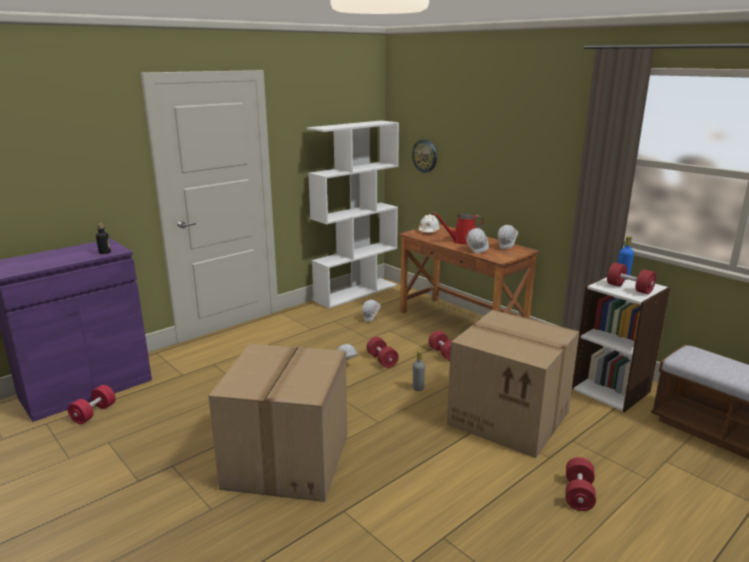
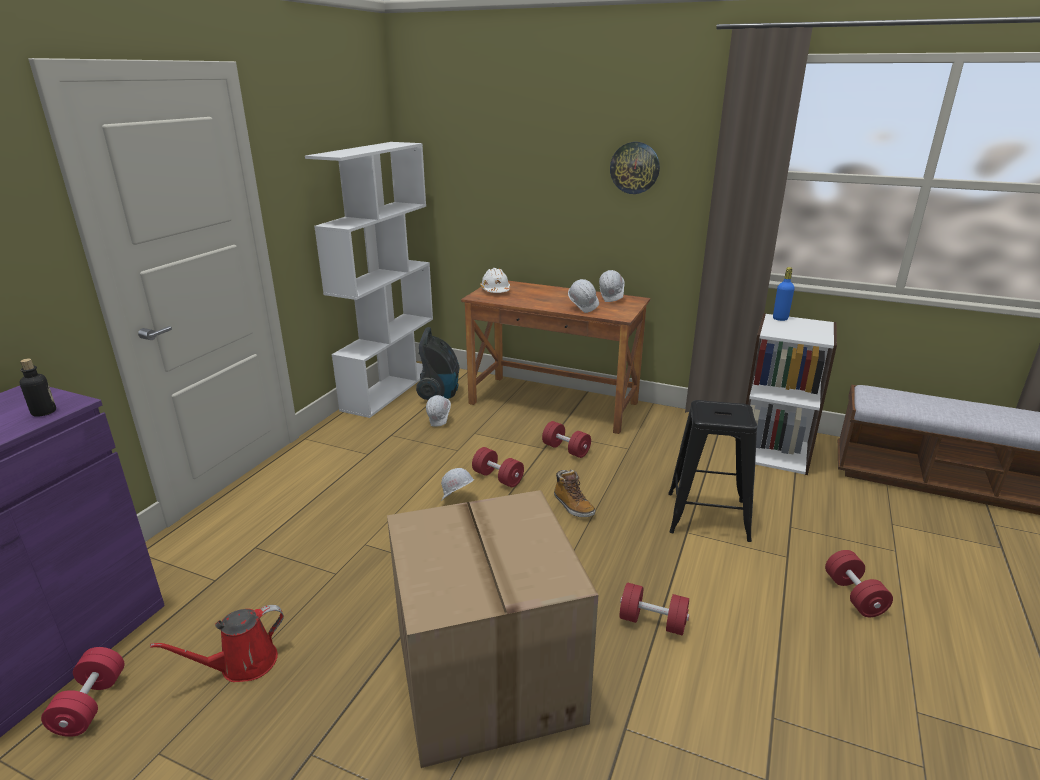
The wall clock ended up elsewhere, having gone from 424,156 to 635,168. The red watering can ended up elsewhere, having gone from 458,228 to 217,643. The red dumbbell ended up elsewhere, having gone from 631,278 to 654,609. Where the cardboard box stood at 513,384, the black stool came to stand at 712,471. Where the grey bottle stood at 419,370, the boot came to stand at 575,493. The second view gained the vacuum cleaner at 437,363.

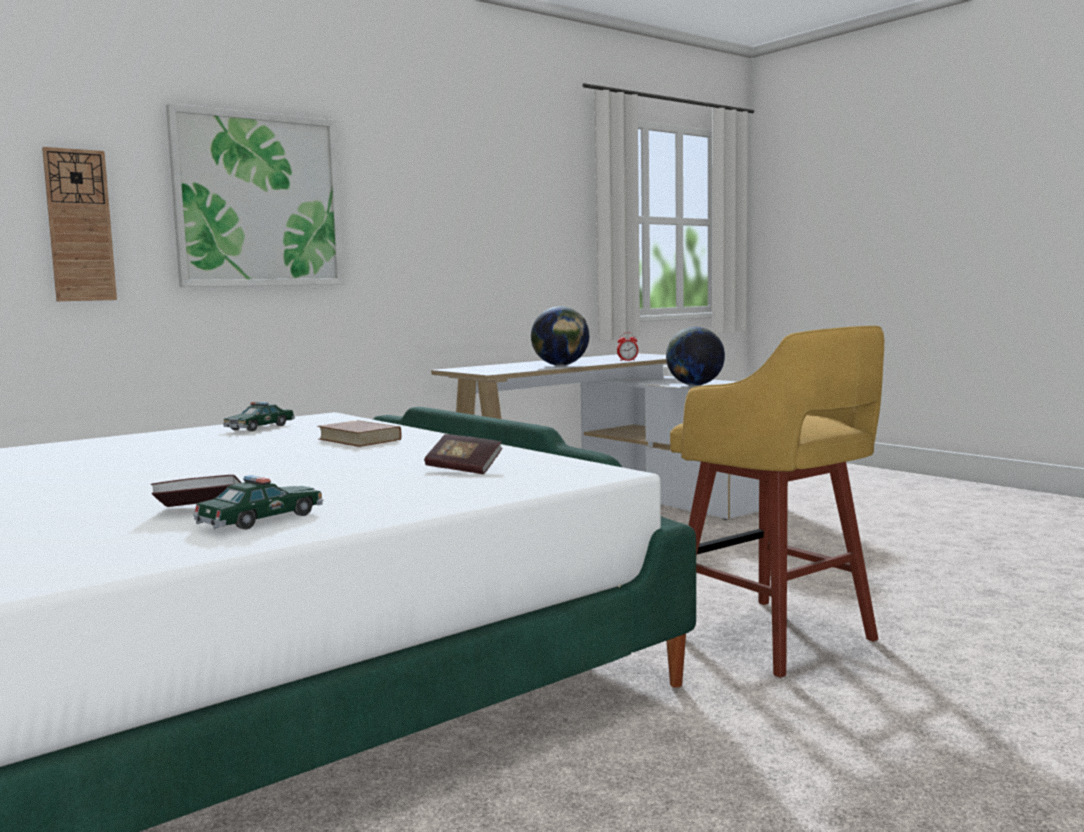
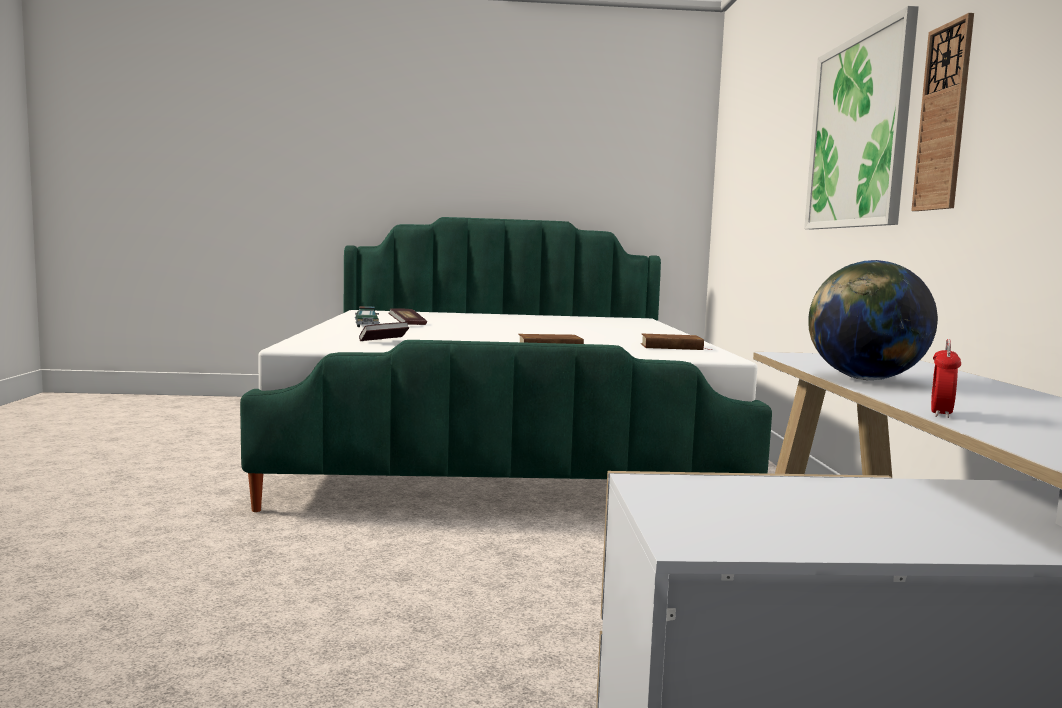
The wall clock ended up elsewhere, having gone from 79,224 to 942,112. The second view lost the yellow stool at 777,502. The second view lost the globe at 695,356. Where the toy car stood at 259,416, the brown book came to stand at 676,342.

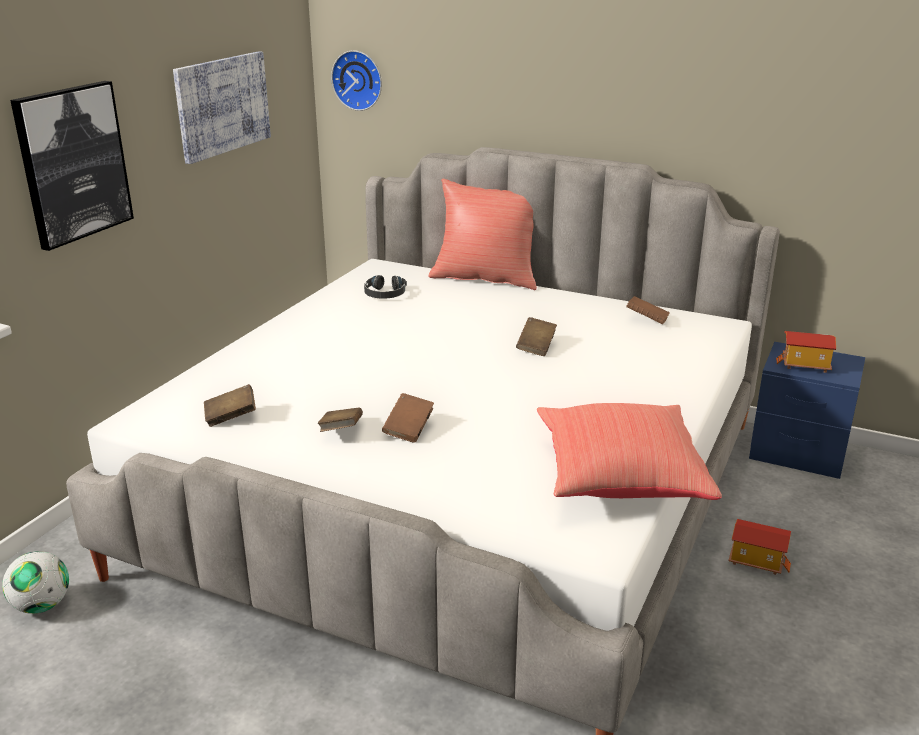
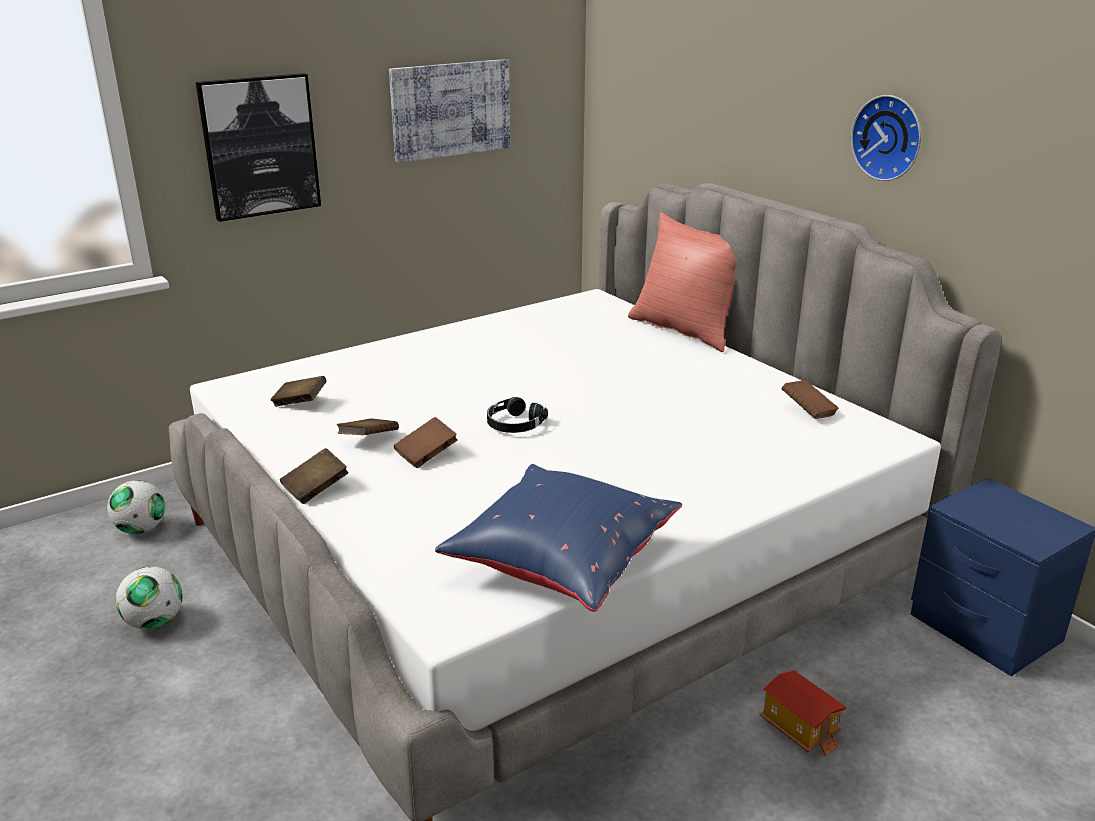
The wall clock ended up elsewhere, having gone from 356,80 to 886,138. The black headphones ended up elsewhere, having gone from 385,287 to 517,415. The brown book ended up elsewhere, having gone from 536,336 to 314,476. The second view lost the toy house at 806,352. What was the red pillow at 629,451 turned into the blue pillow at 558,538. The second view gained the football at 149,598.

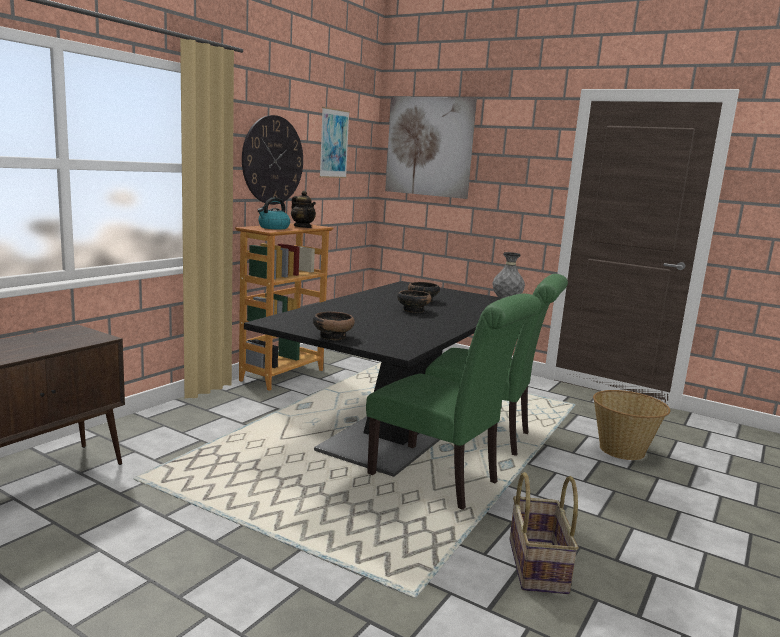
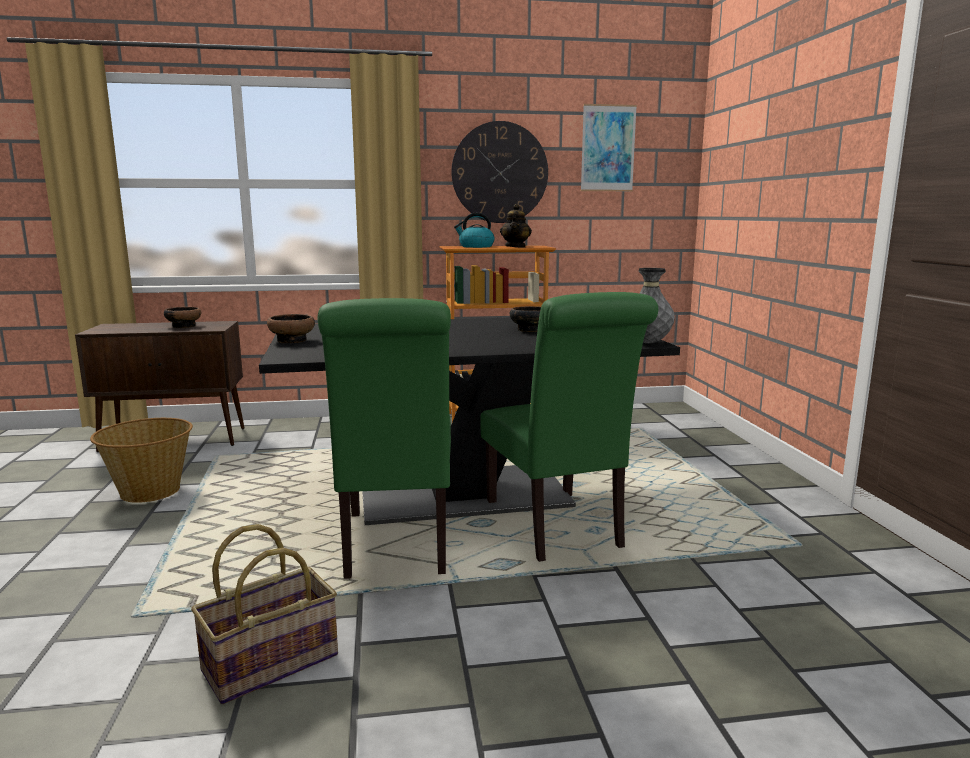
The second view lost the picture at 431,148. The bowl ended up elsewhere, having gone from 414,301 to 182,317. The basket ended up elsewhere, having gone from 631,425 to 141,460.

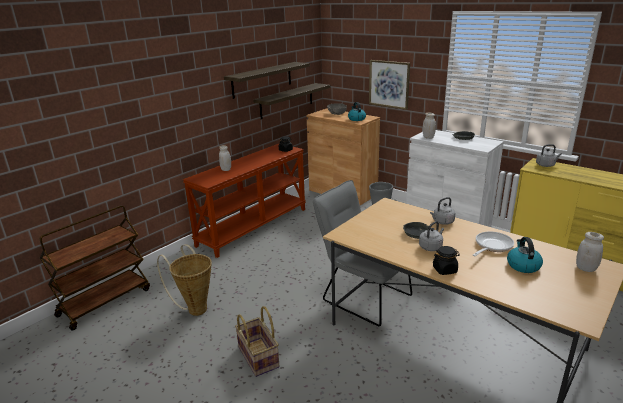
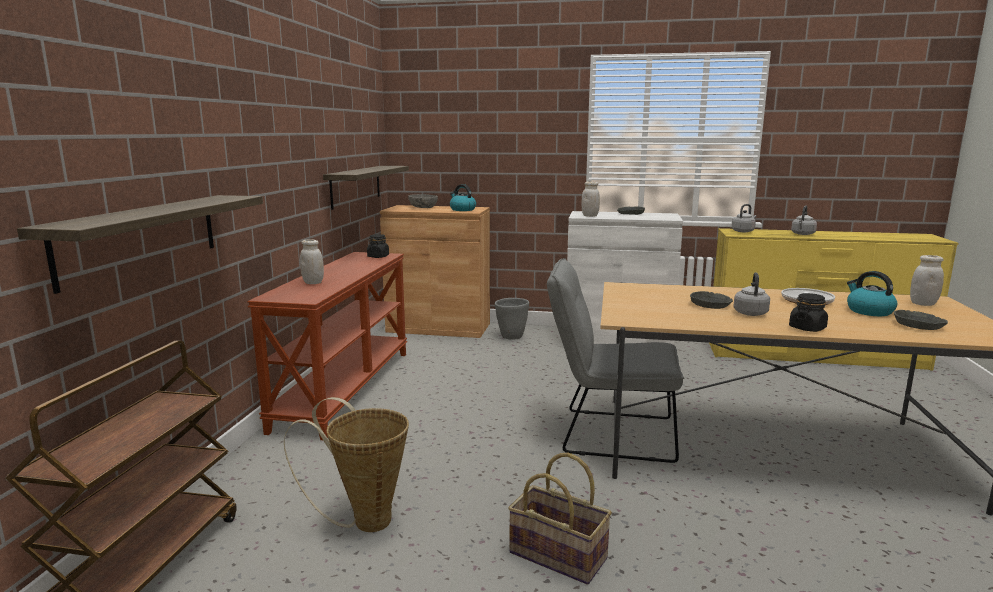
The second view lost the picture at 389,85. The shelf ended up elsewhere, having gone from 267,80 to 140,244. The grey kettle ended up elsewhere, having gone from 442,211 to 804,220. The second view gained the grey bowl at 921,320.

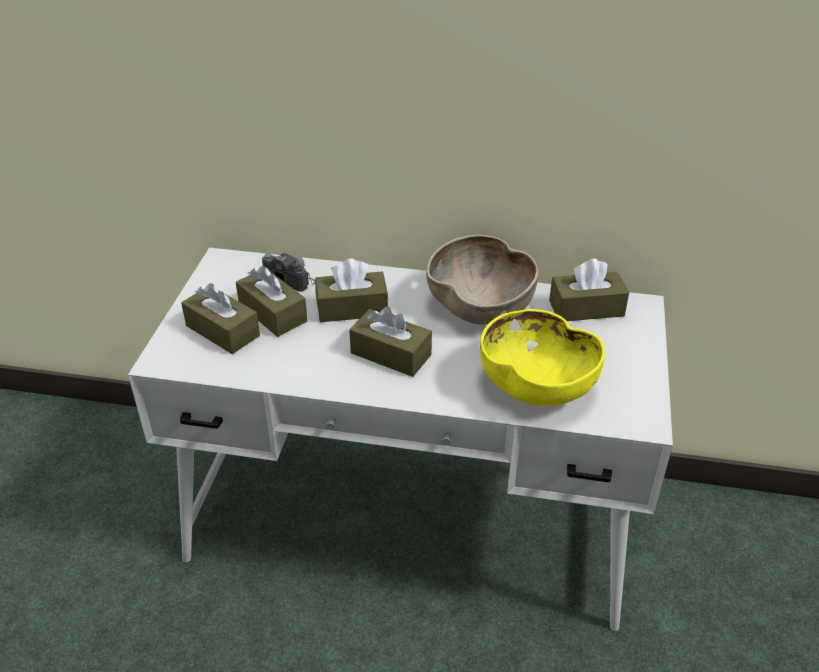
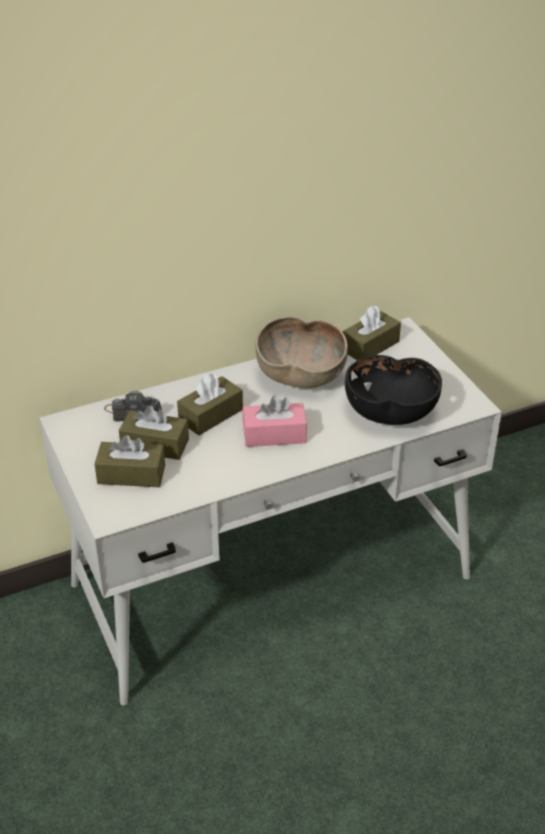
What was the brown tissue box at 390,341 turned into the pink tissue box at 274,421. What was the yellow bowl at 542,357 turned into the black bowl at 393,390.

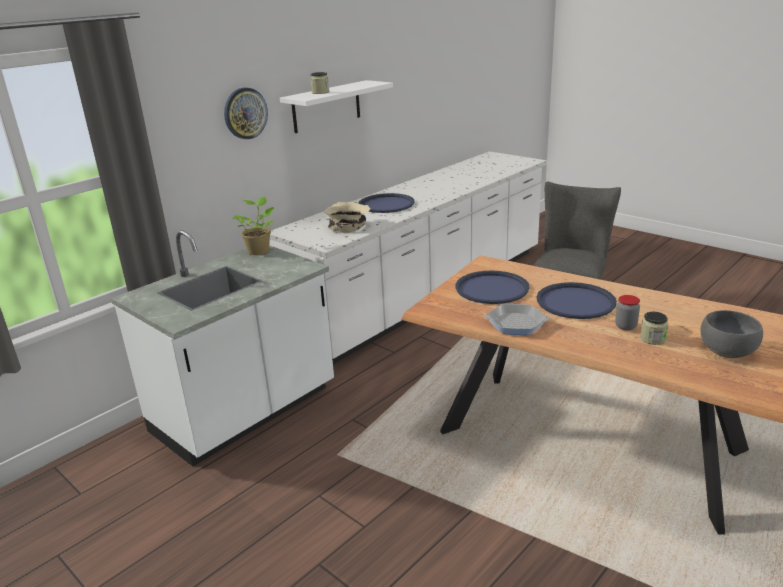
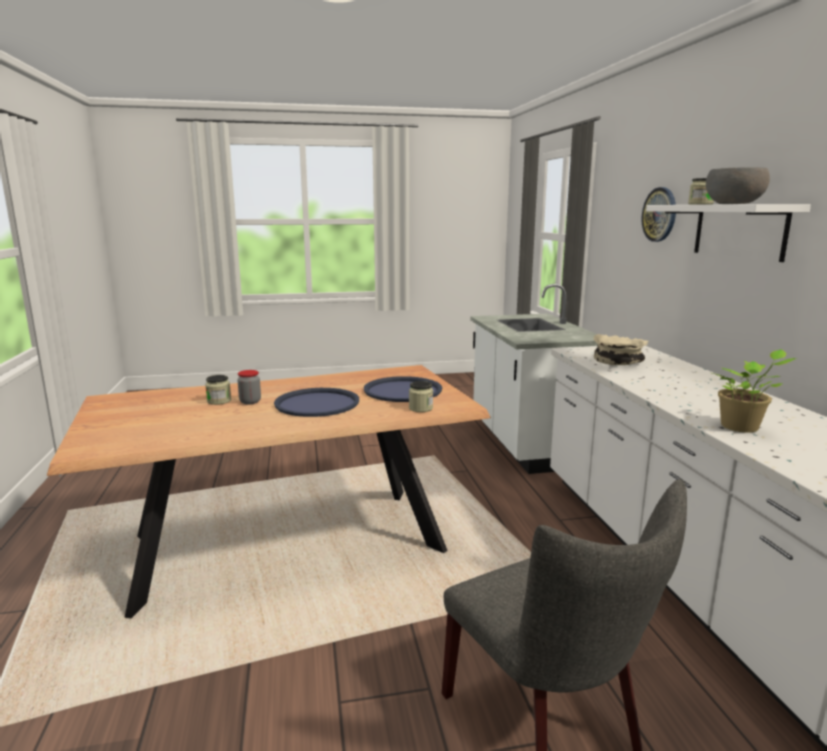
The second view lost the blue tray at 386,203. The potted plant ended up elsewhere, having gone from 252,226 to 754,391. The second view lost the frying pan at 517,319. The grey bowl ended up elsewhere, having gone from 731,334 to 738,185. The second view gained the jar at 421,396.

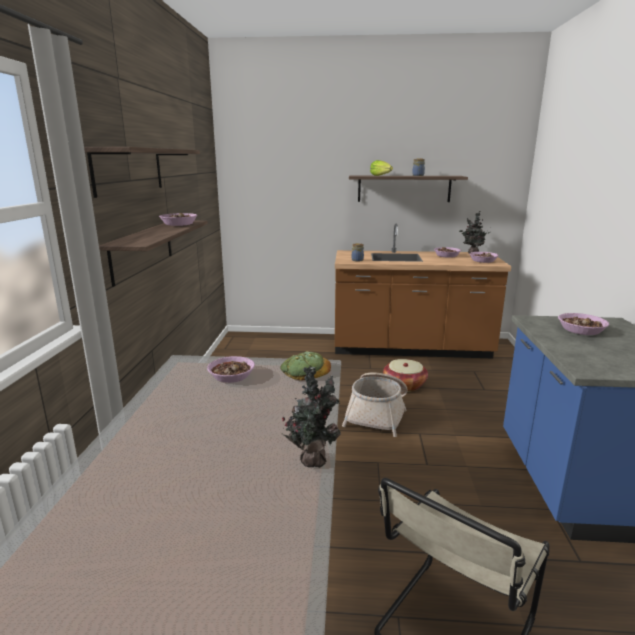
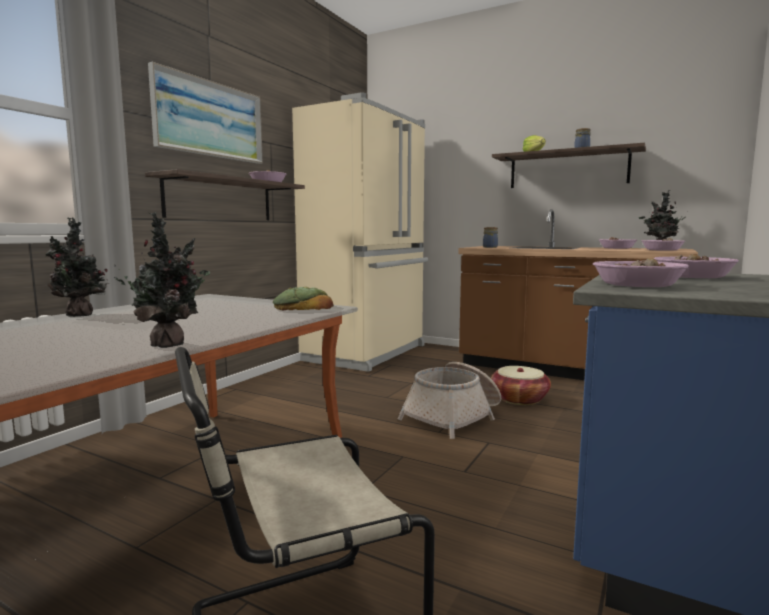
Where the shelf hung at 142,172, the picture came to hang at 205,113. The bowl ended up elsewhere, having gone from 231,369 to 641,272. The second view gained the beige fridge at 360,232. The second view gained the potted plant at 78,267.

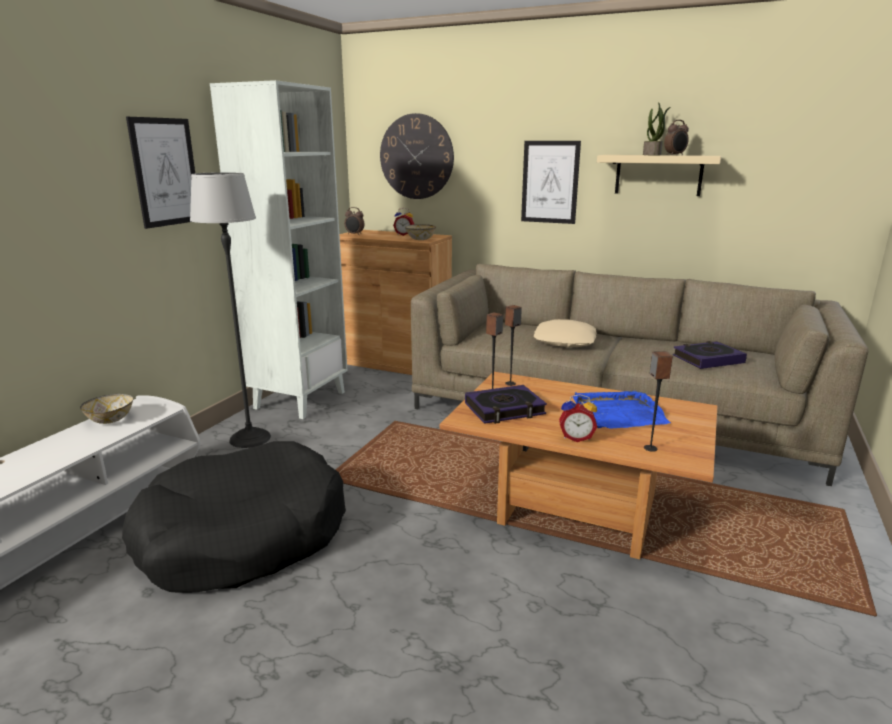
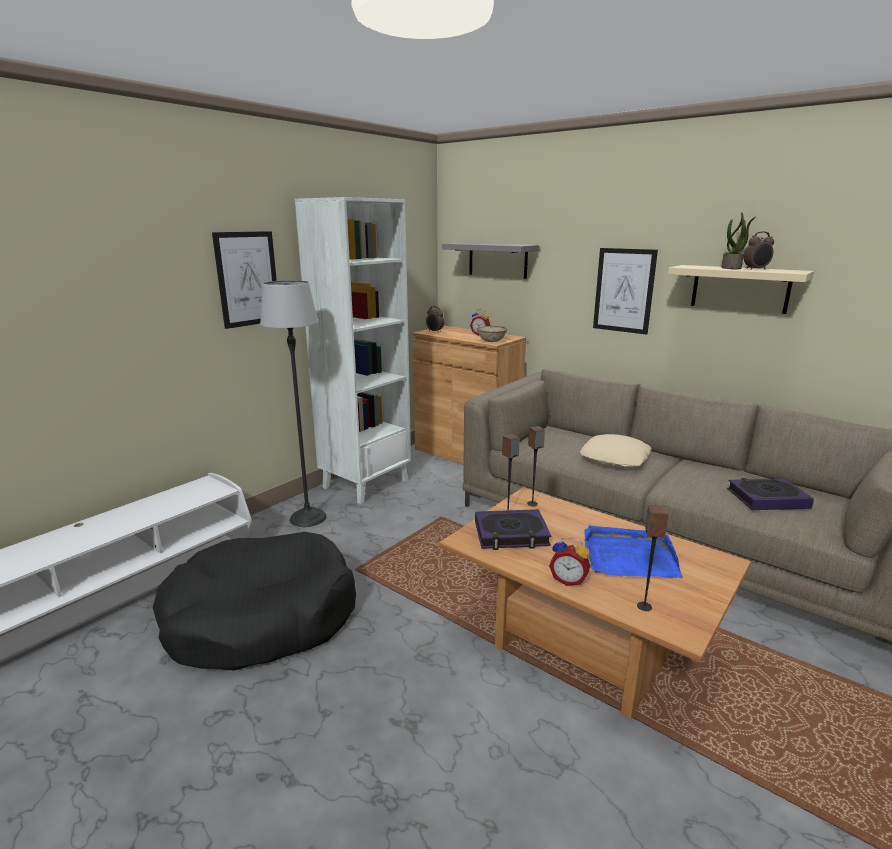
Where the wall clock hung at 417,156, the grey shelf came to hang at 490,261. The second view lost the bowl at 106,409.

